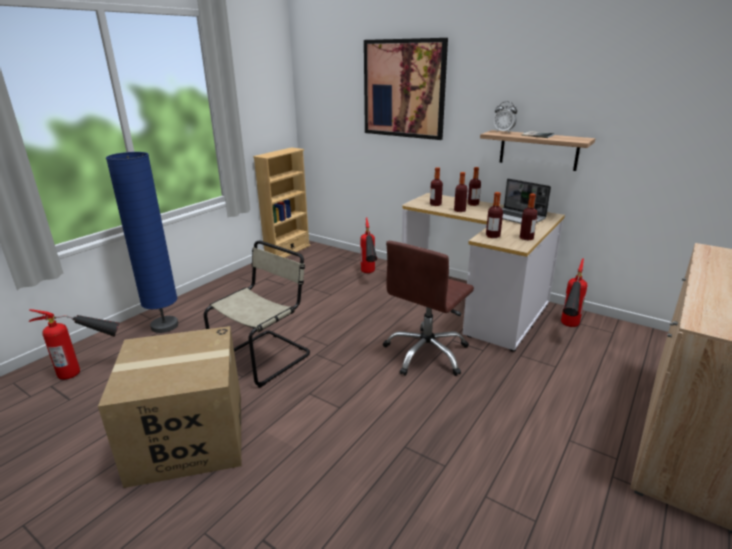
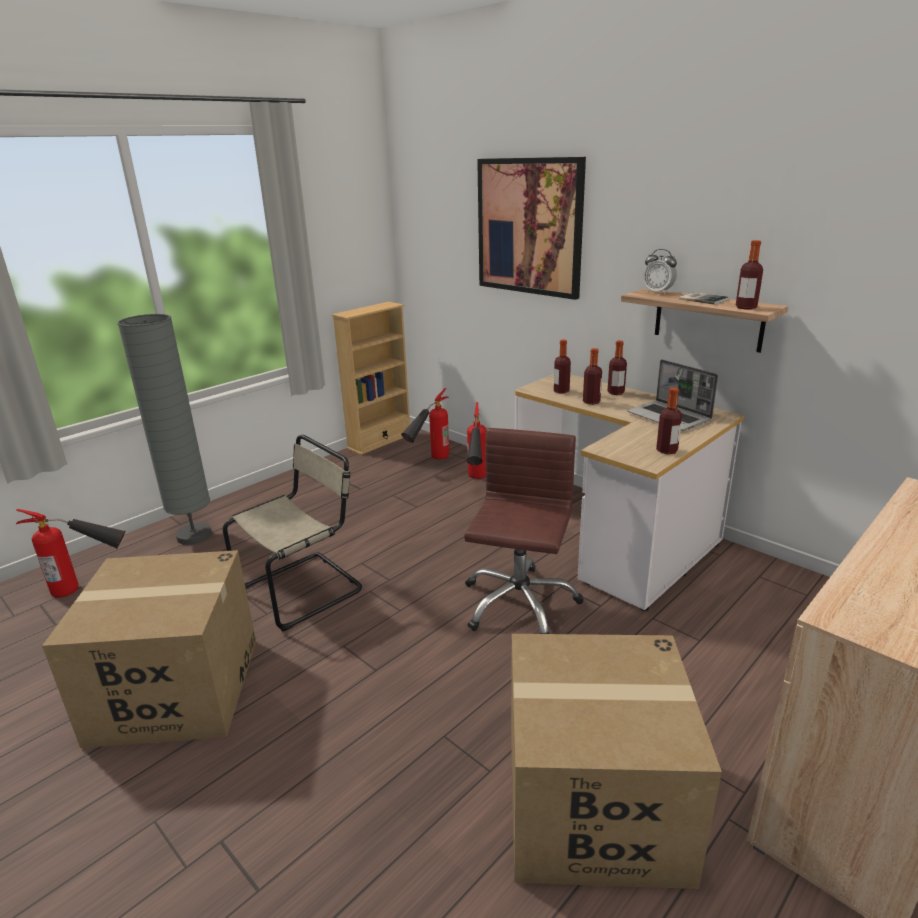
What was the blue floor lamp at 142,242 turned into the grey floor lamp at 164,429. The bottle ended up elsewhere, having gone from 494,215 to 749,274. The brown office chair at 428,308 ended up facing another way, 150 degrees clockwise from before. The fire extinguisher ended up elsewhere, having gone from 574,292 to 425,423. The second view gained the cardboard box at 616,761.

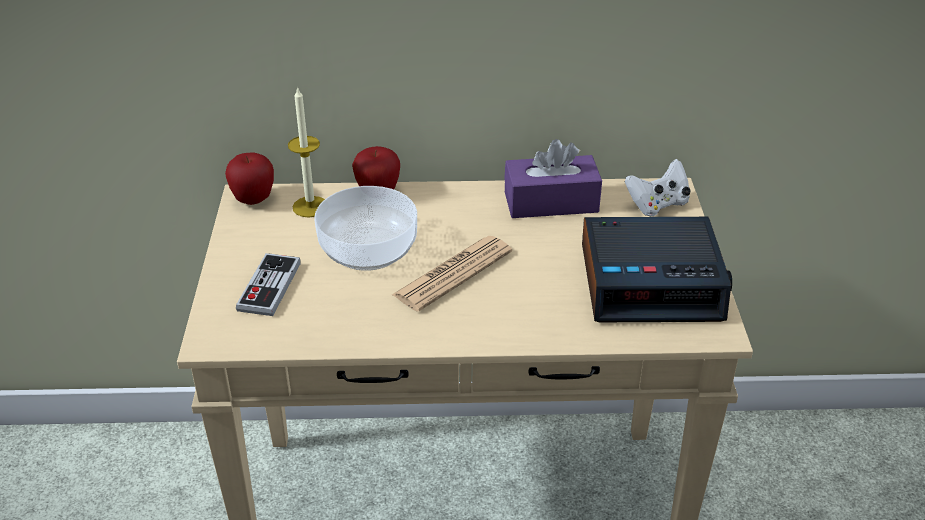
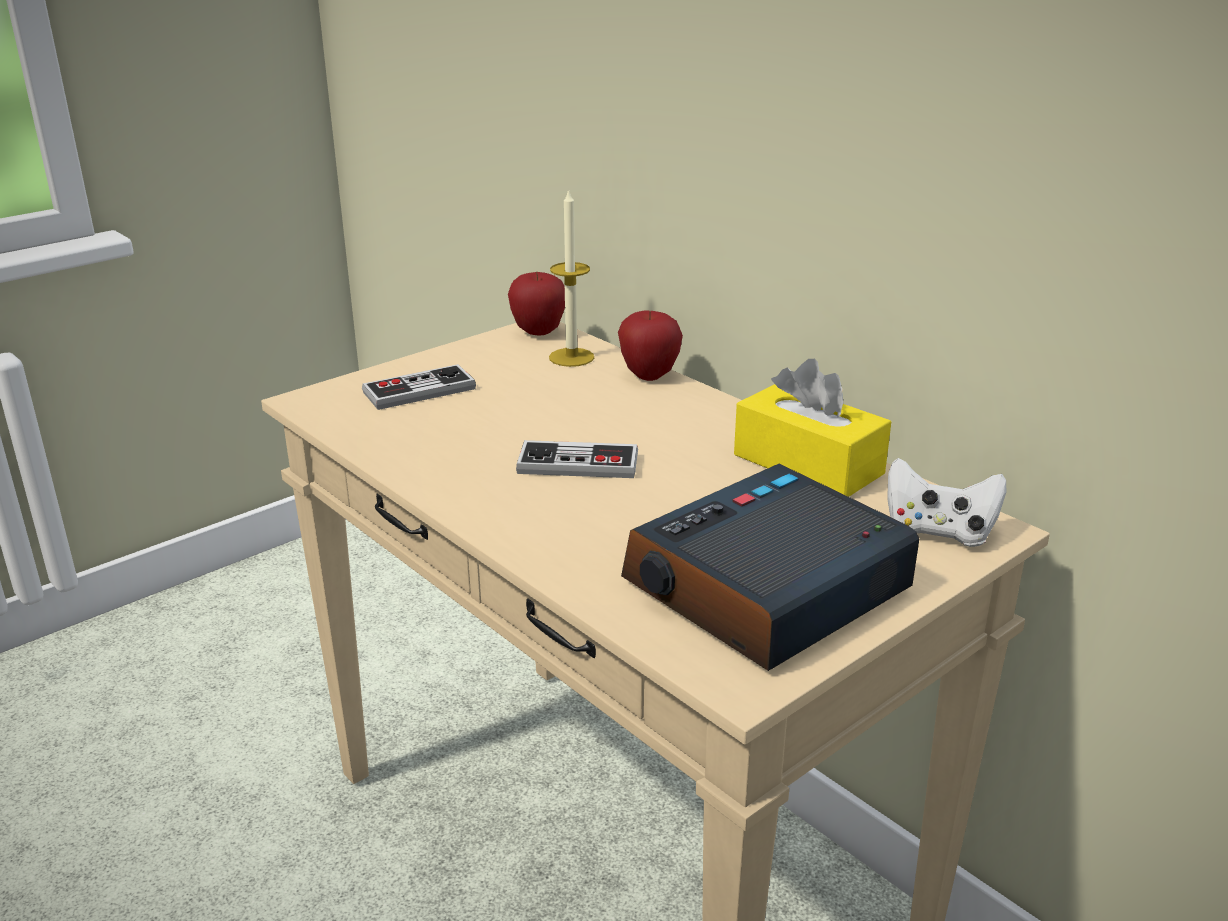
What was the purple tissue box at 553,178 turned into the yellow tissue box at 812,428. The second view lost the bowl at 365,228. The alarm clock at 657,269 ended up facing another way, 90 degrees clockwise from before. Where the newspaper stood at 452,274, the game controller came to stand at 577,459.

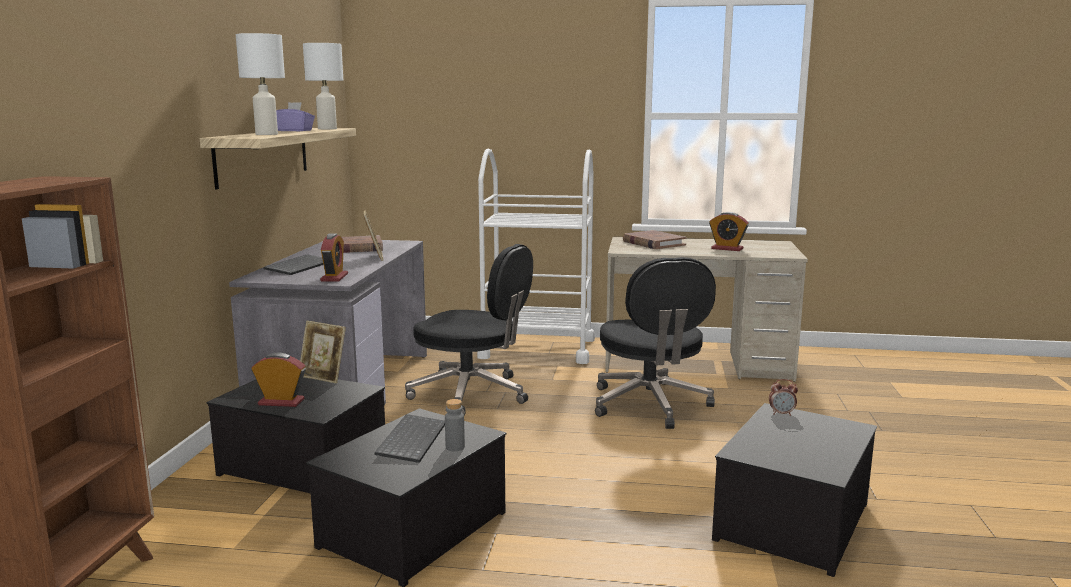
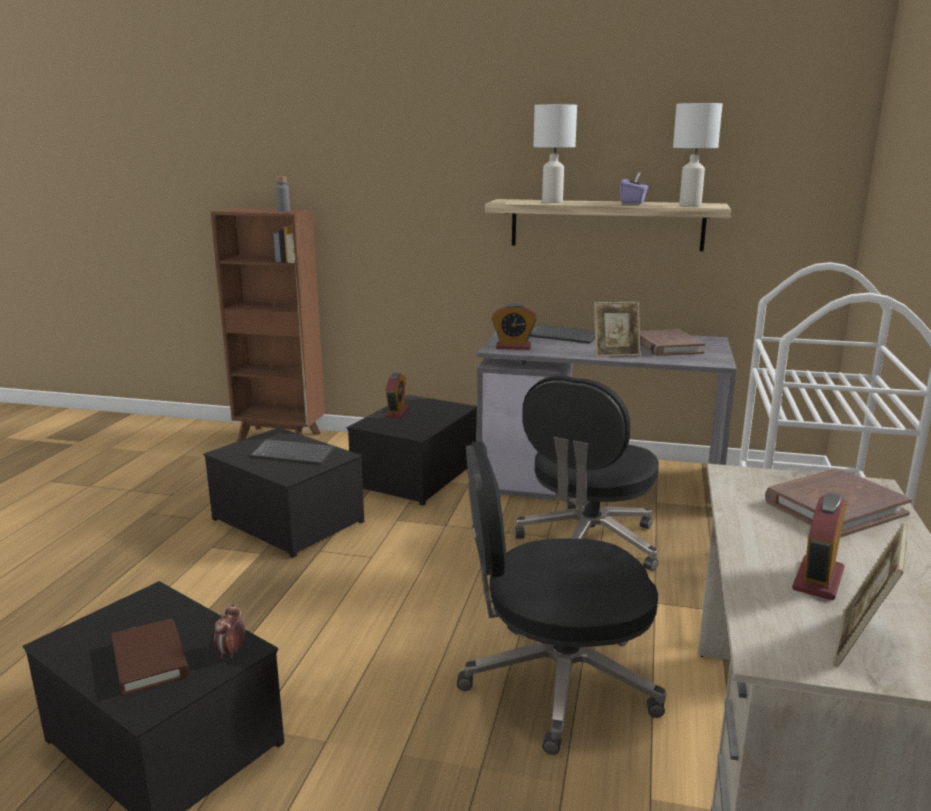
The picture frame ended up elsewhere, having gone from 323,352 to 870,594. The grey bottle ended up elsewhere, having gone from 455,425 to 282,194. The second view gained the brown book at 150,657.

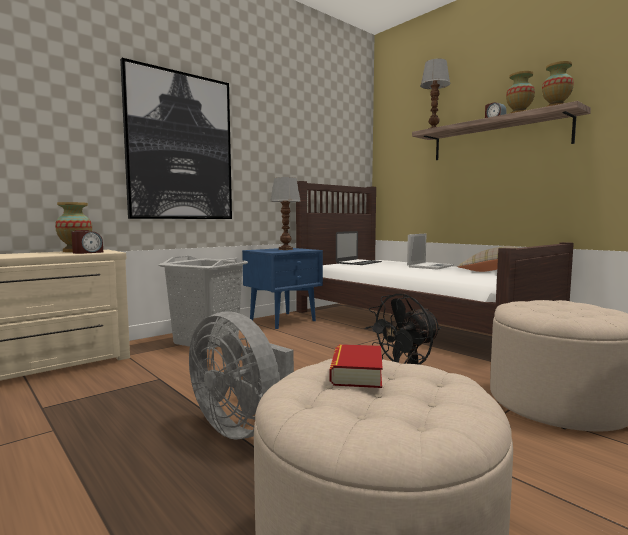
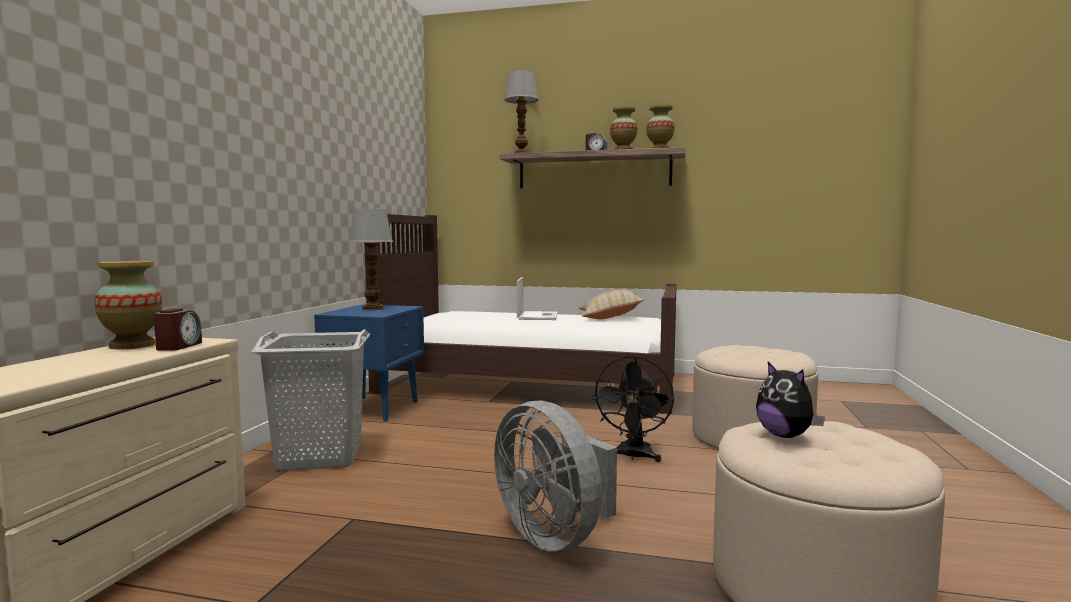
The second view lost the picture at 176,138. The second view lost the laptop at 359,248. The grey fan at 241,375 ended up facing another way, 45 degrees clockwise from before. Where the book stood at 356,366, the plush toy came to stand at 790,400.

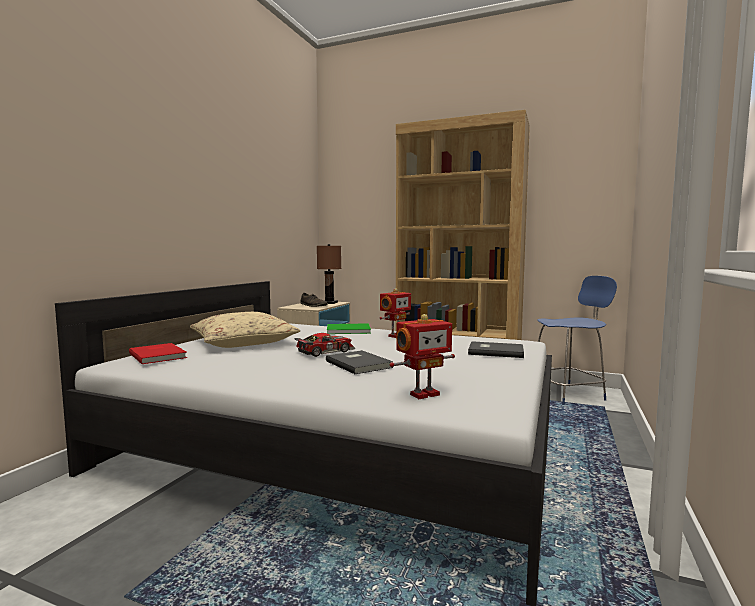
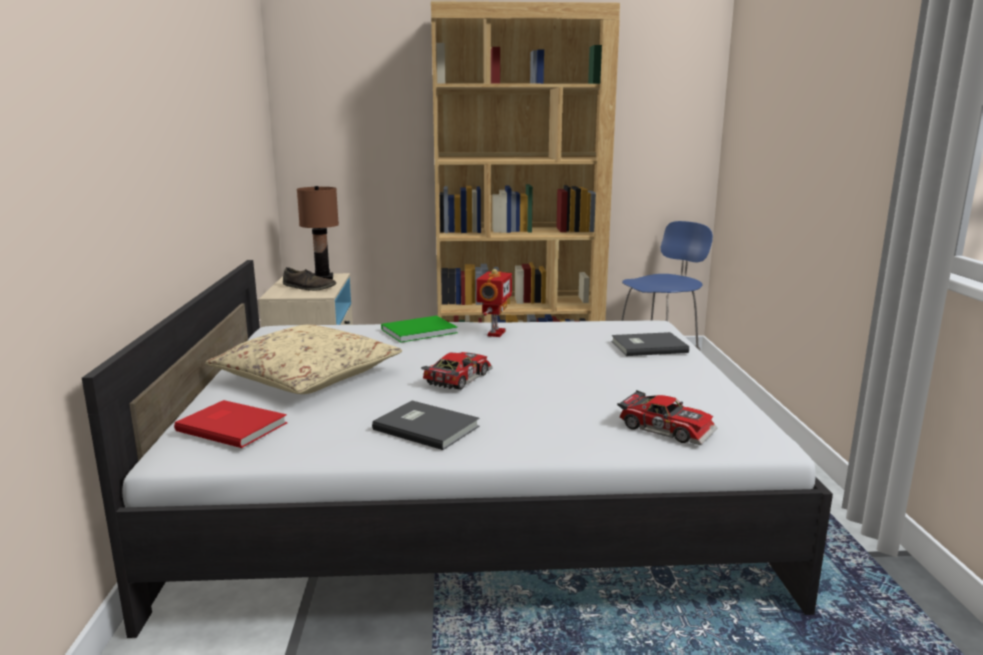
Where the toy robot stood at 422,356, the toy car came to stand at 667,418. The grey book ended up elsewhere, having gone from 359,362 to 425,425.

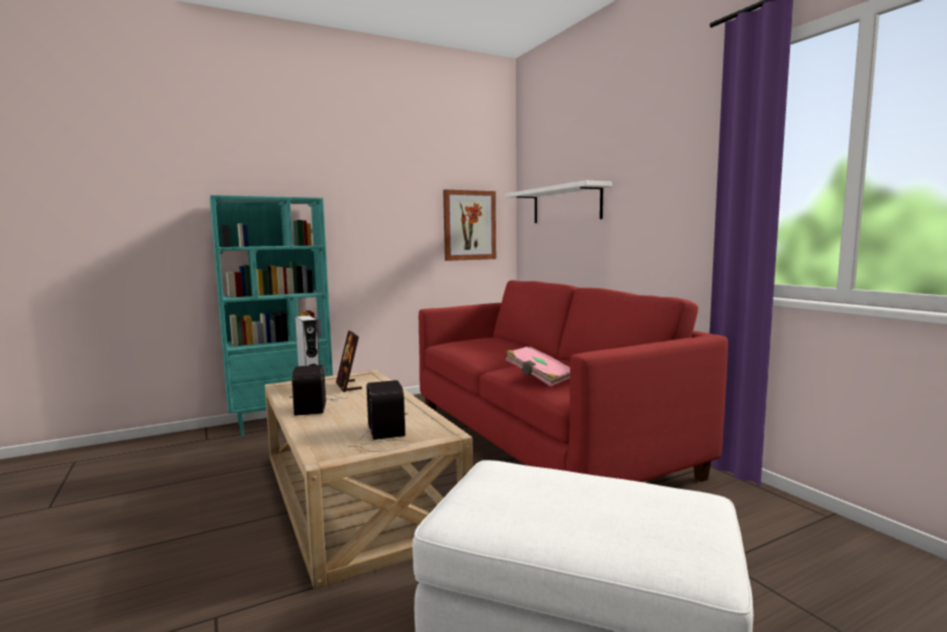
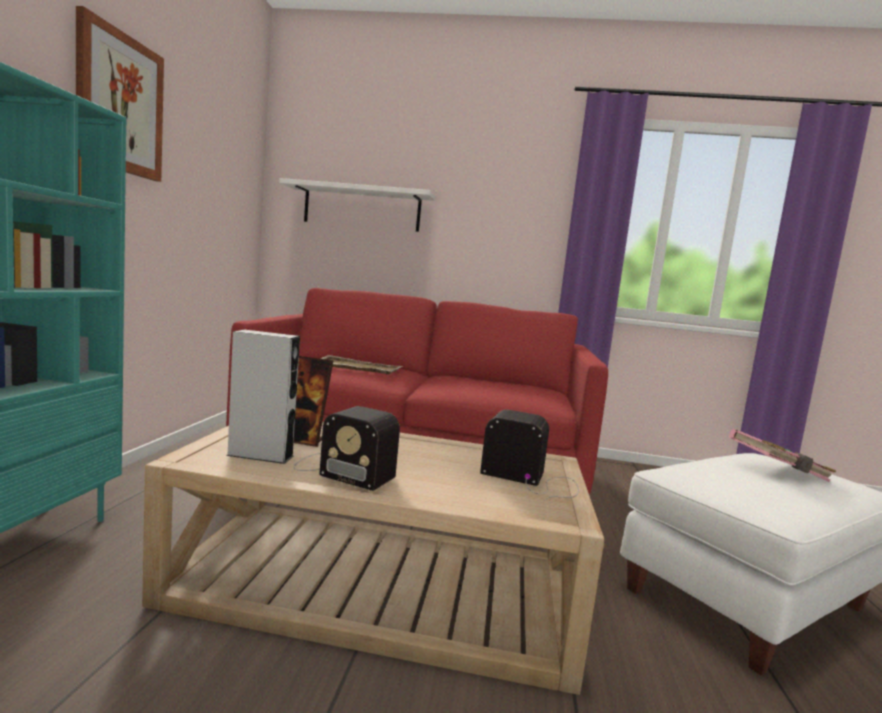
The picture ended up elsewhere, having gone from 469,225 to 120,94. The pink book ended up elsewhere, having gone from 537,366 to 782,455. The second view gained the beige tray at 361,365.

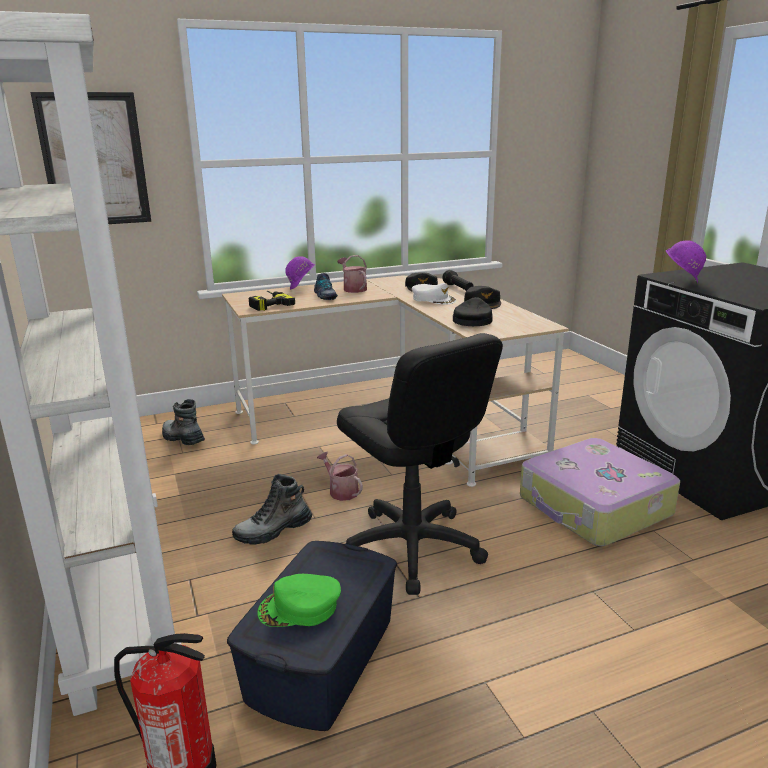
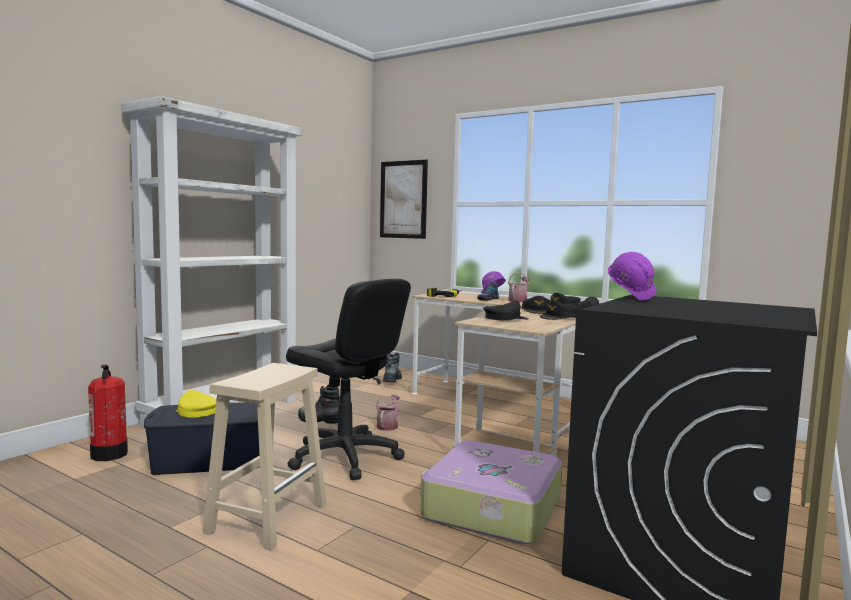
What was the white cap at 434,294 turned into the black cap at 536,305. The black office chair at 420,464 ended up facing another way, 75 degrees counterclockwise from before. What was the green cap at 299,600 turned into the yellow cap at 195,403. The second view gained the beige stool at 264,457.

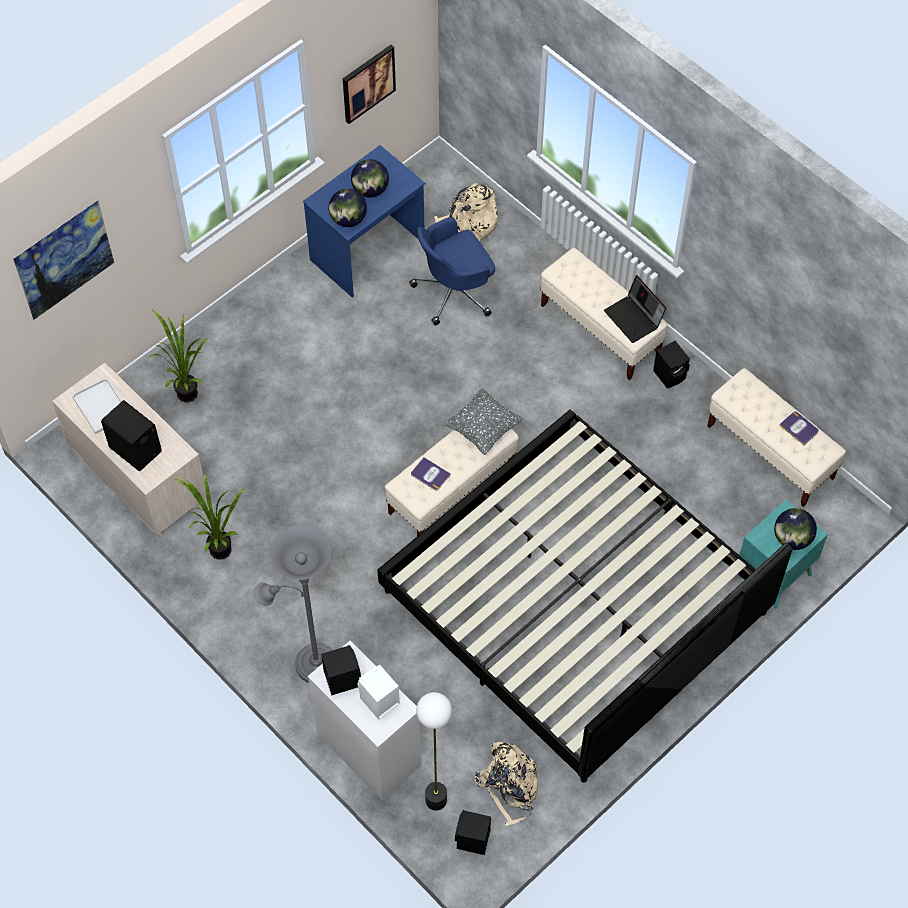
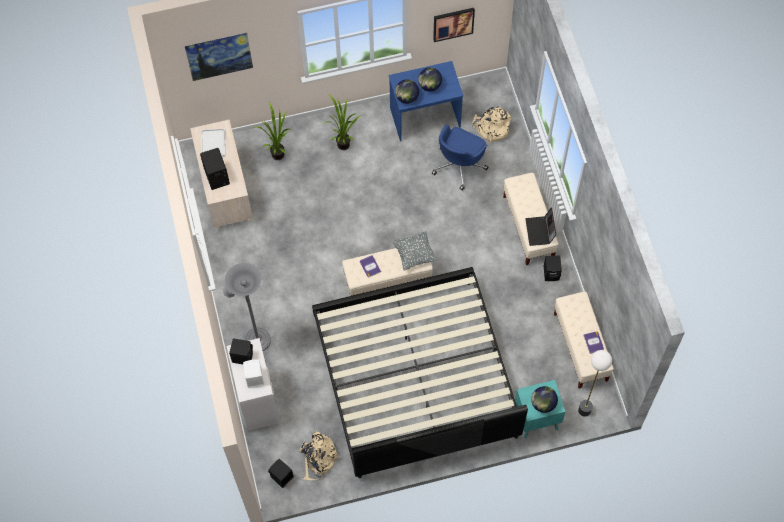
The blue office chair at 452,271 ended up facing another way, 60 degrees counterclockwise from before. The potted plant ended up elsewhere, having gone from 209,515 to 342,122. The floor lamp ended up elsewhere, having gone from 434,751 to 595,383.

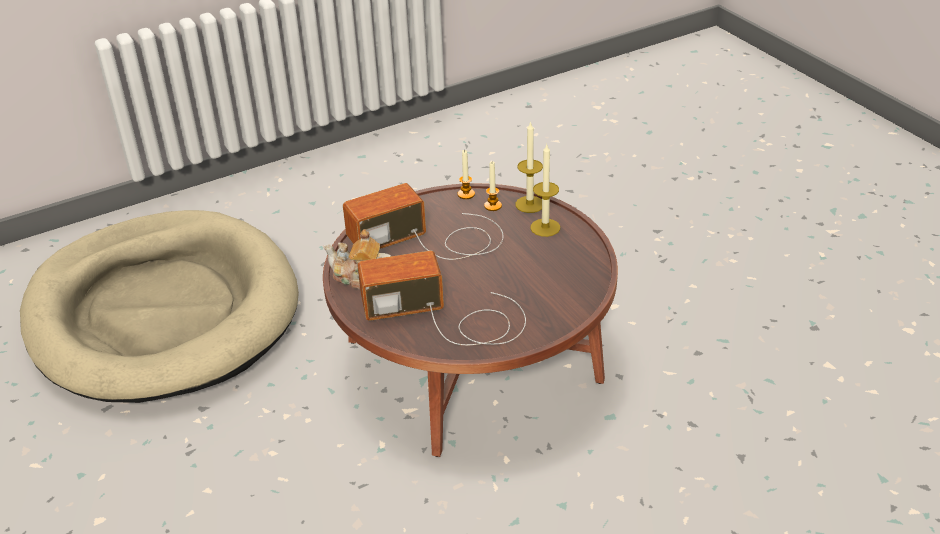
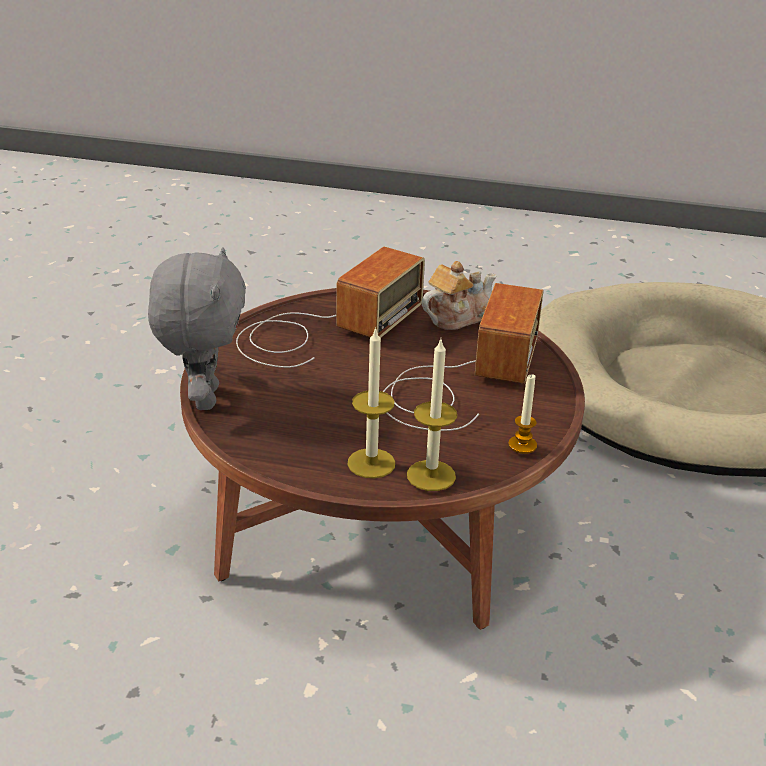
The second view lost the candle at 493,186. The second view gained the grey plush toy at 197,328.

